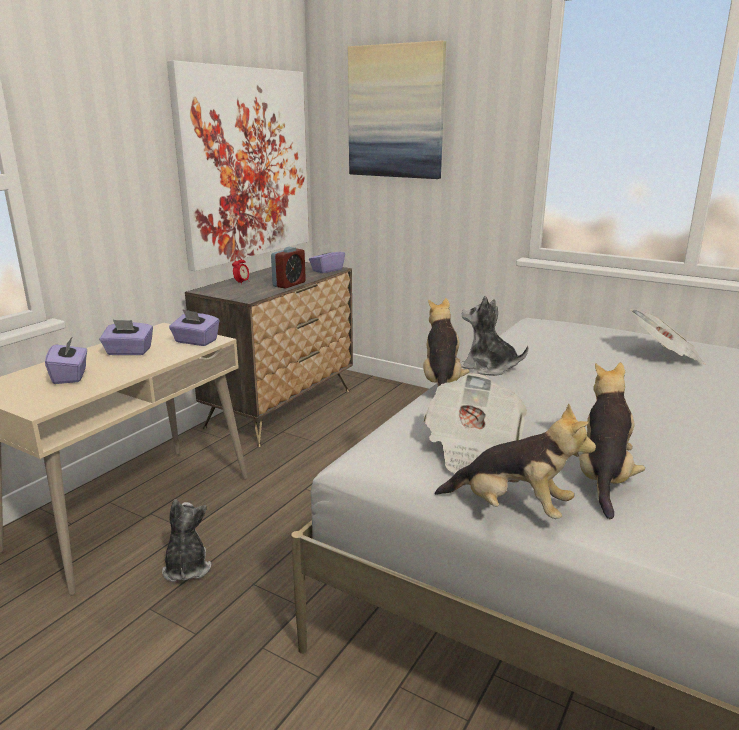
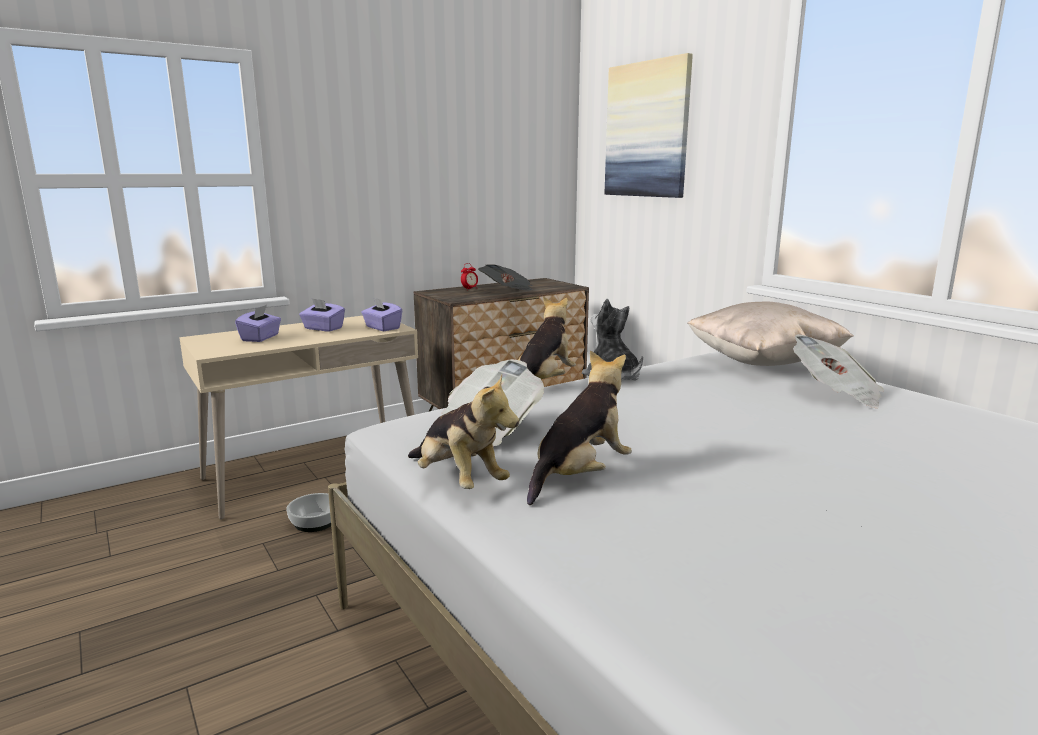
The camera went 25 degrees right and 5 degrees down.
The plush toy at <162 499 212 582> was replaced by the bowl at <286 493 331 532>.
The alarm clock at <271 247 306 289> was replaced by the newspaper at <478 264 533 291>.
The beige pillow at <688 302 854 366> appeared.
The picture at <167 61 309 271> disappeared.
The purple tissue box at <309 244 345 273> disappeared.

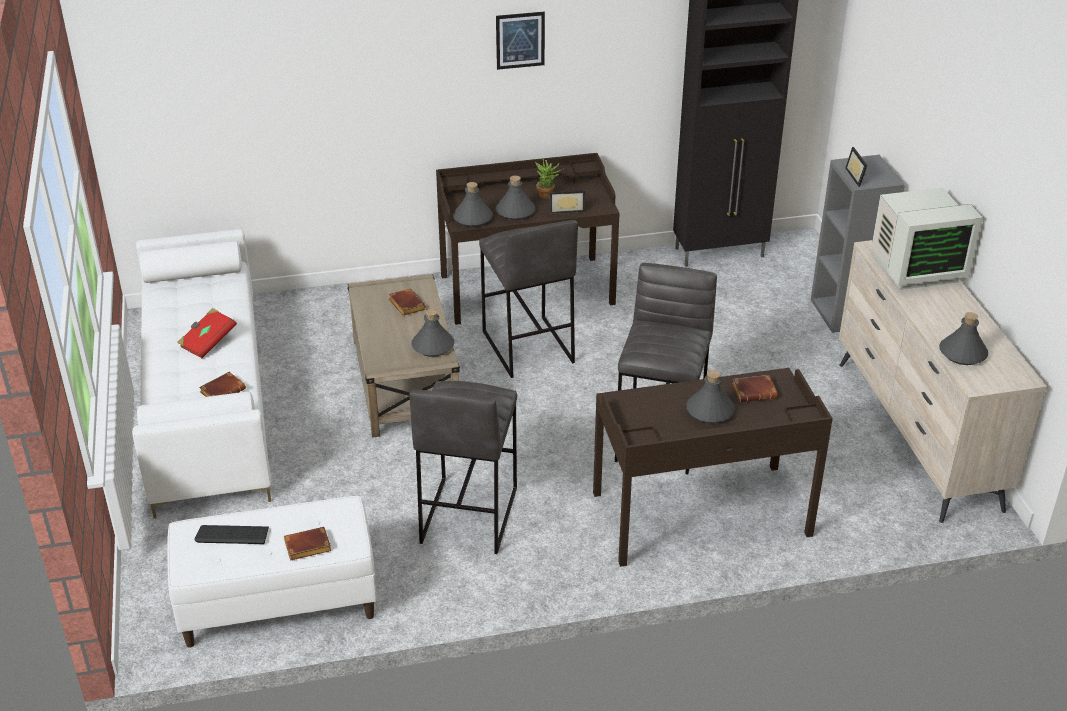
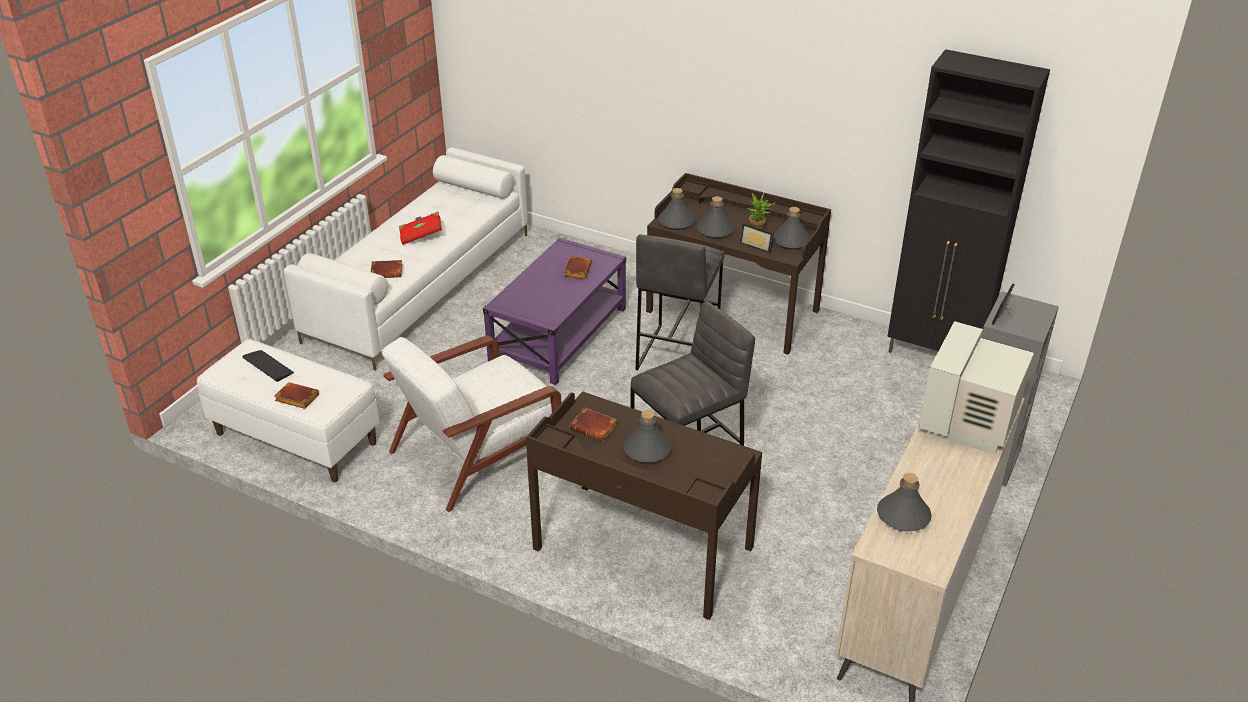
The camera went 40 degrees right and 0 degrees up.
The grey stool at <409 381 517 554> was replaced by the white armchair at <381 336 561 512>.
The beige coffee table at <347 274 460 437> became the purple coffee table at <483 238 626 385>.
The brown book moved from <732 375 778 402> to <570 407 617 441>.
The grey bottle moved from <411 309 454 357> to <773 207 810 250>.
The monitor at <872 188 983 290> turned 90 degrees clockwise.
The picture at <496 12 545 70> disappeared.

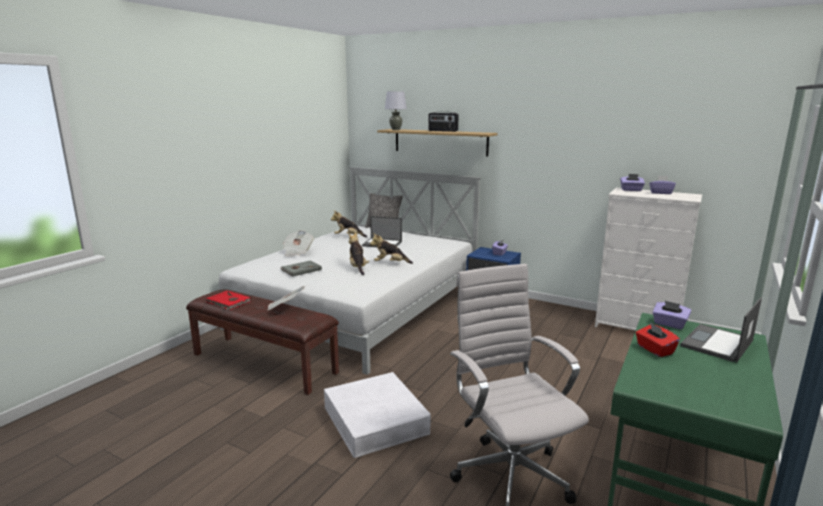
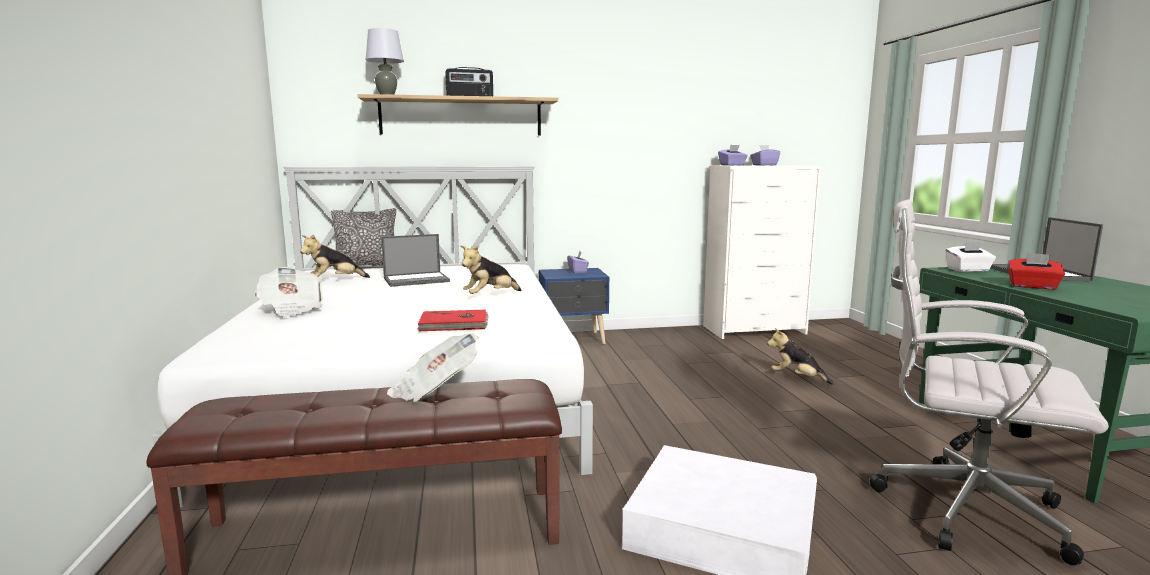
The camera went 40 degrees left and 5 degrees down.
The red book moved from <206 291 251 310> to <417 310 489 331>.
The plush toy moved from <349 233 369 275> to <767 328 834 385>.
The purple tissue box at <653 301 691 329> became the white tissue box at <945 241 996 272>.
The grey book at <280 261 322 277> disappeared.

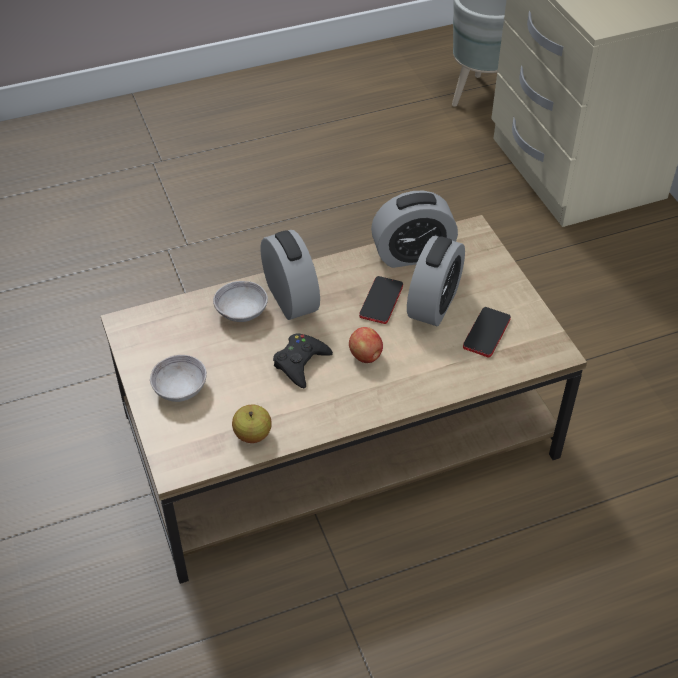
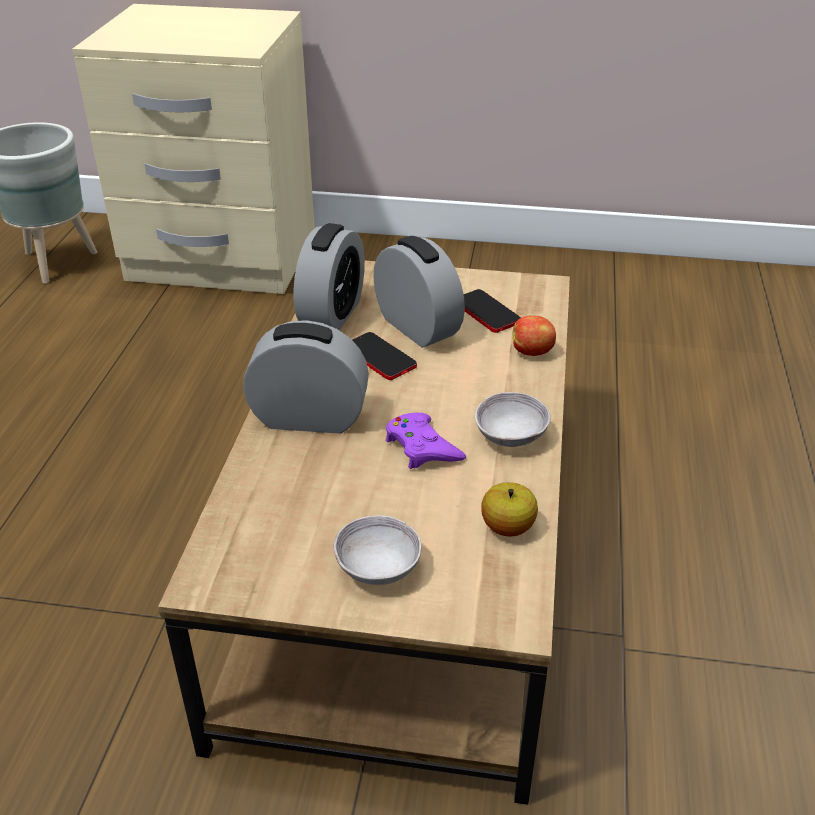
The camera went 60 degrees left and 10 degrees down.
The black game controller at <273 333 333 388> became the purple game controller at <386 412 466 469>.
The grey bowl moved from <213 281 268 322> to <475 392 550 447>.
The apple moved from <349 327 383 363> to <513 315 556 356>.

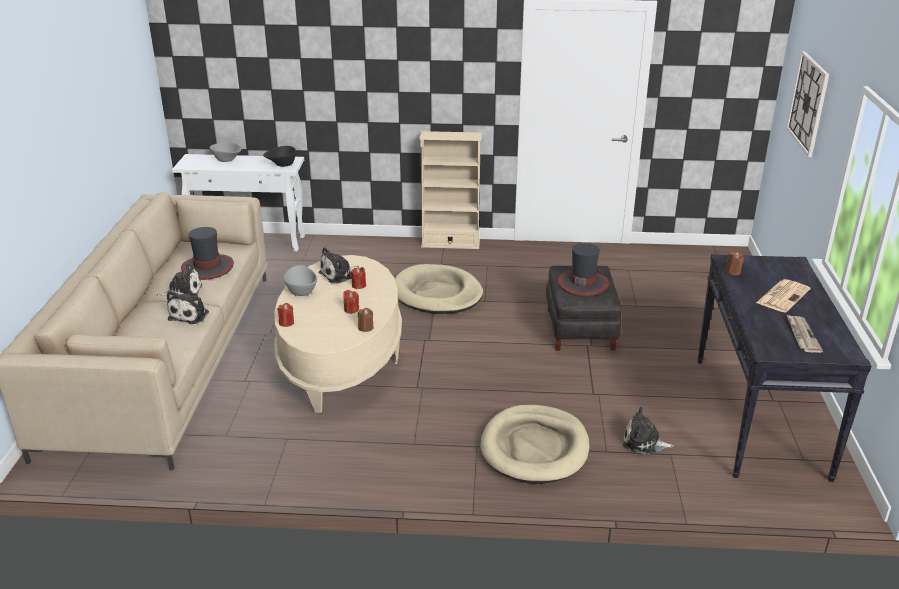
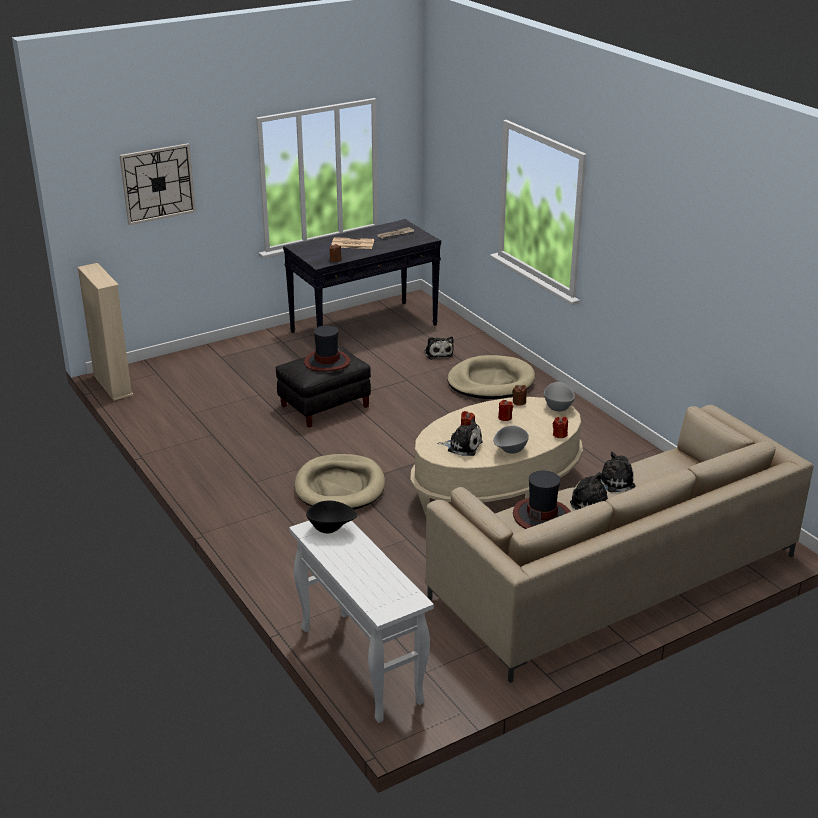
The camera went 125 degrees left and 0 degrees up.
The beige bookcase moved from <419 131 482 249> to <77 263 133 401>.
The grey bowl moved from <210 142 241 162> to <544 382 575 411>.

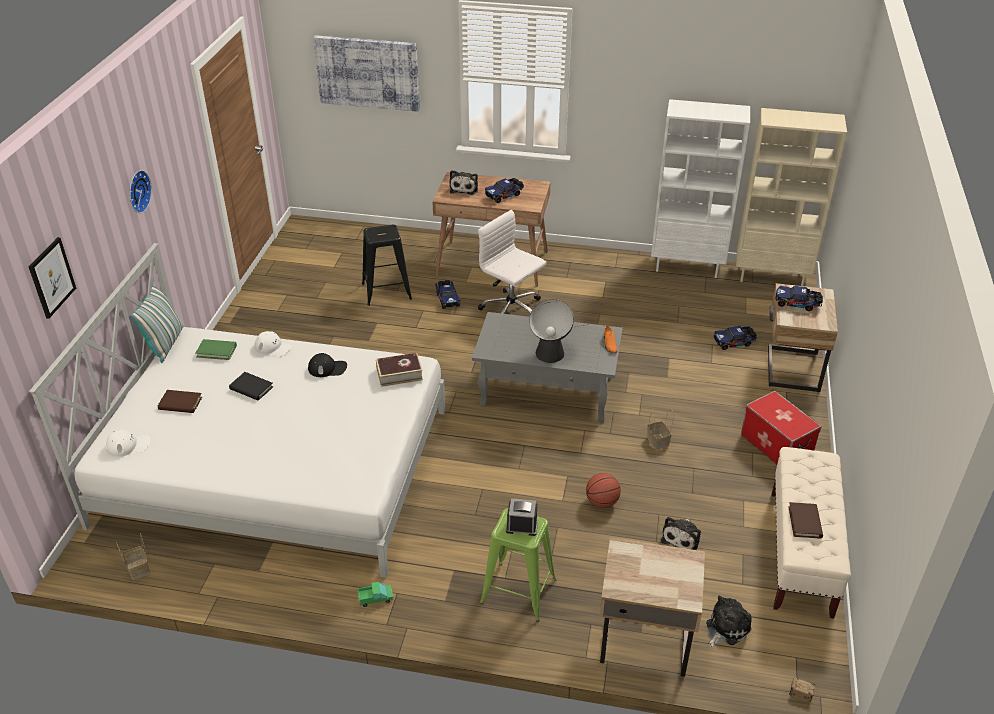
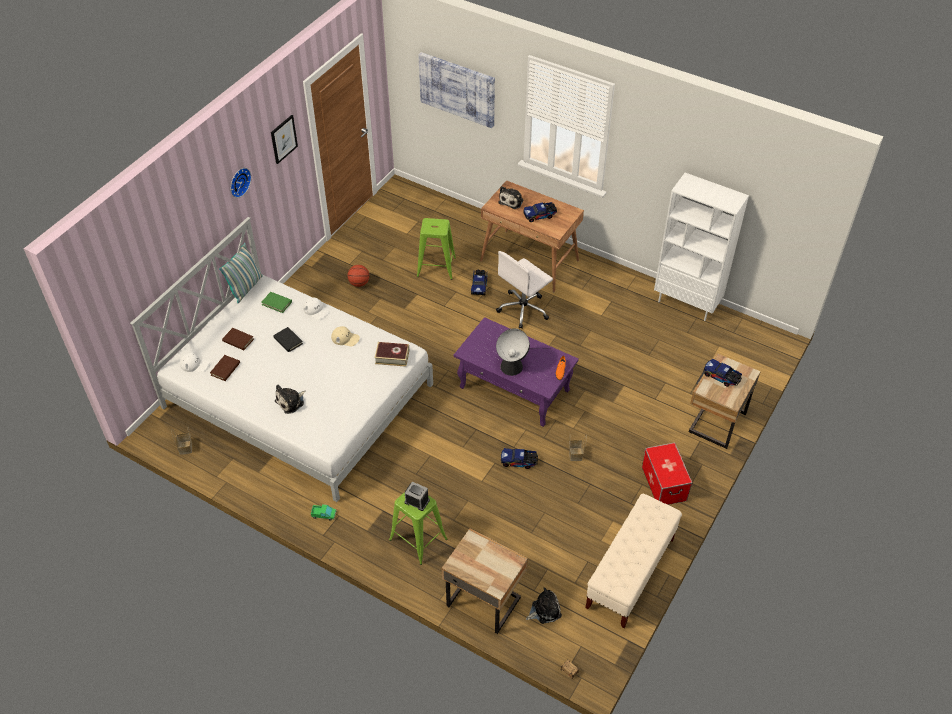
The camera went 20 degrees right and 10 degrees up.
The brown book moved from <788 502 823 538> to <210 355 240 381>.
The picture moved from <29 237 76 319> to <271 115 298 164>.
The plush toy moved from <661 517 701 550> to <275 384 305 414>.
The black cap at <308 353 347 377> became the beige cap at <331 326 360 346>.
The basketball moved from <586 473 621 508> to <347 265 370 287>.
The black stool at <362 225 412 306> became the green stool at <417 218 456 280>.
The grey coffee table at <472 312 623 422> became the purple coffee table at <454 317 579 427>.
The white office chair at <478 210 547 314> turned 105 degrees counterclockwise.
The toy truck moved from <714 326 757 350> to <501 448 538 469>.
The beige bookcase at <736 108 847 286> disappeared.

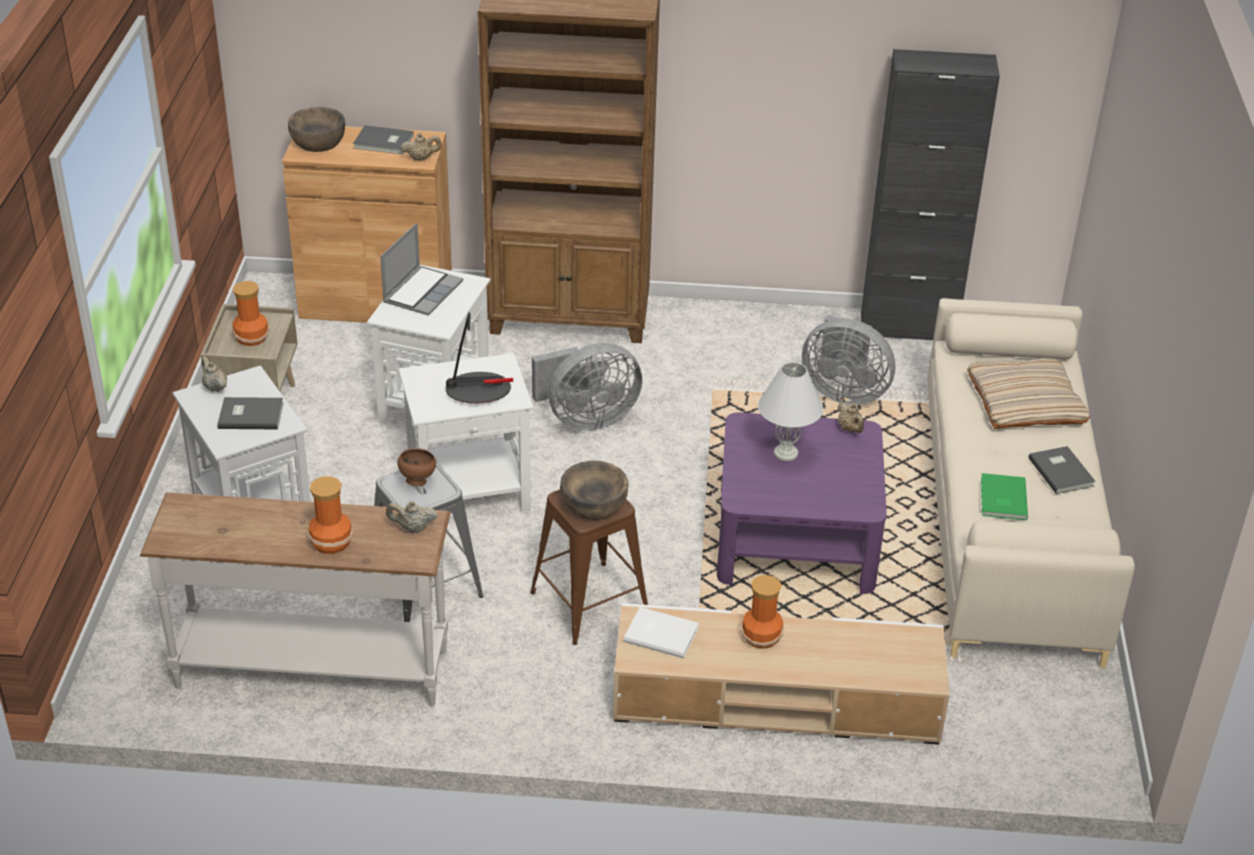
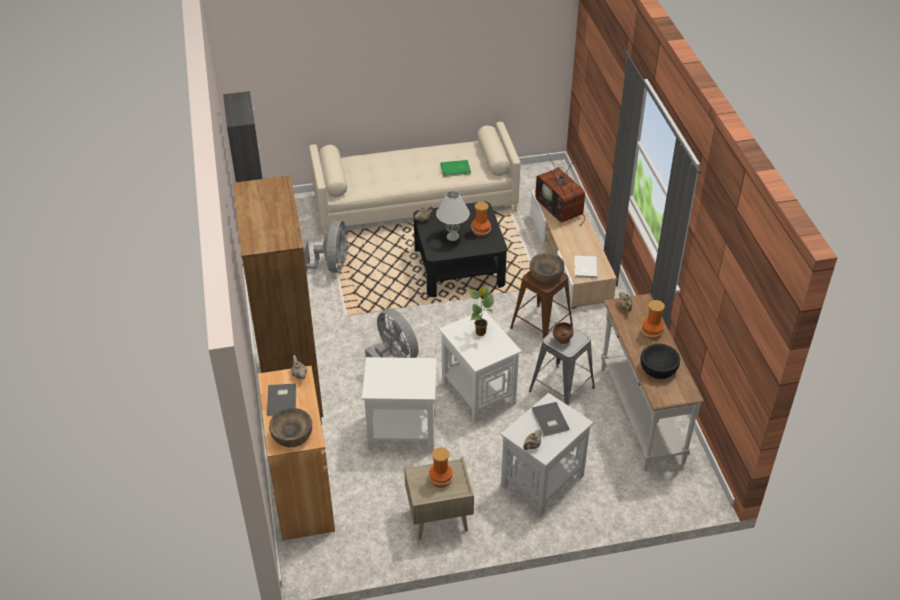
The camera went 105 degrees left and 5 degrees up.
The purple coffee table at <717 413 887 594> became the black coffee table at <413 201 507 297>.
The table lamp at <446 312 514 404> was replaced by the potted plant at <469 285 494 336>.
The vase moved from <741 575 784 649> to <471 202 491 237>.
The television at <535 154 585 226> appeared.
The black bowl at <640 344 680 379> appeared.
The laptop at <380 223 463 316> disappeared.
The beige pillow at <967 358 1090 429> disappeared.
The grey book at <1028 446 1096 494> disappeared.

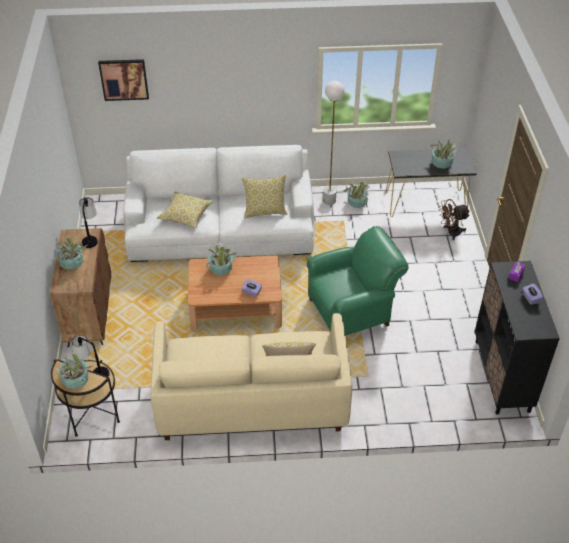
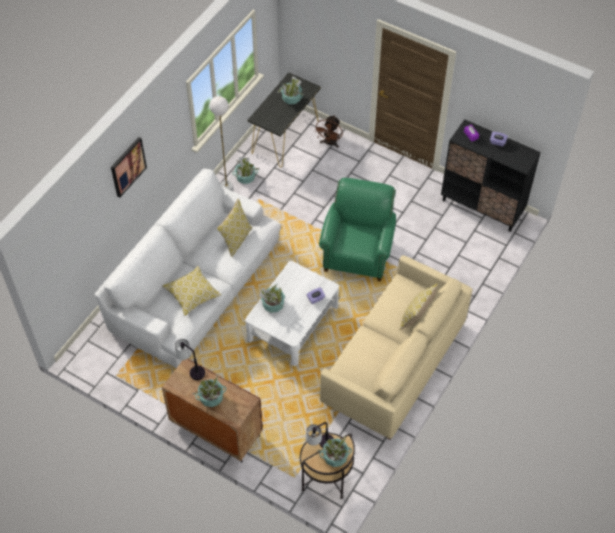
The camera went 55 degrees left and 10 degrees up.
The picture moved from <98 59 149 101> to <111 137 147 198>.
The brown coffee table at <188 256 282 332> became the white coffee table at <245 261 339 366>.

